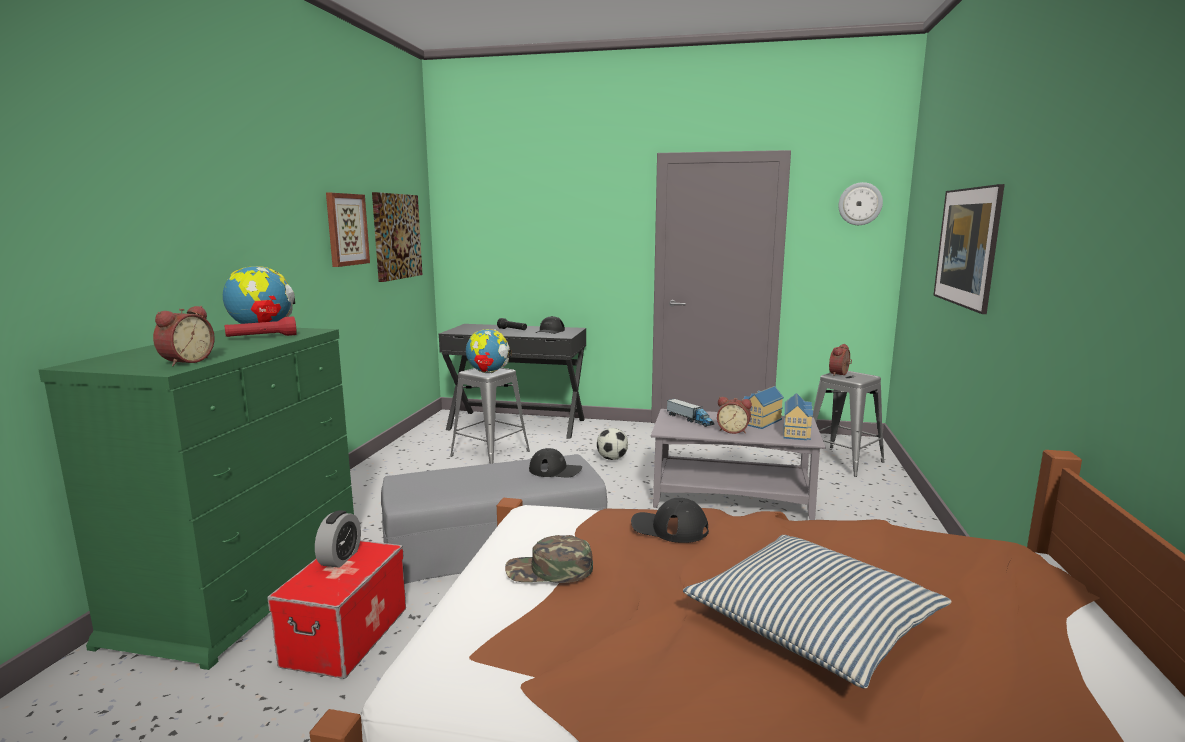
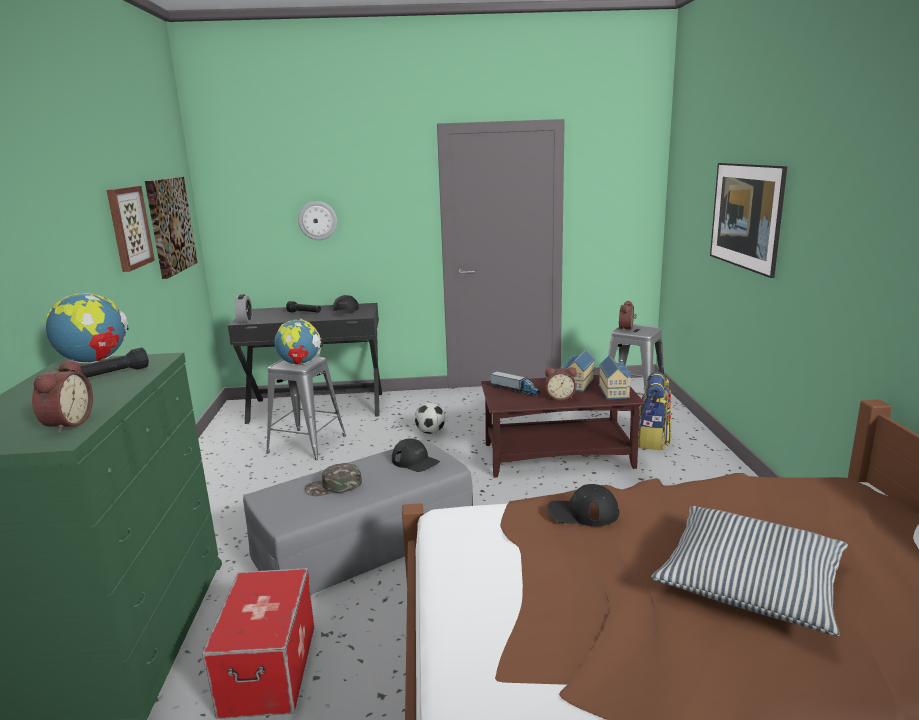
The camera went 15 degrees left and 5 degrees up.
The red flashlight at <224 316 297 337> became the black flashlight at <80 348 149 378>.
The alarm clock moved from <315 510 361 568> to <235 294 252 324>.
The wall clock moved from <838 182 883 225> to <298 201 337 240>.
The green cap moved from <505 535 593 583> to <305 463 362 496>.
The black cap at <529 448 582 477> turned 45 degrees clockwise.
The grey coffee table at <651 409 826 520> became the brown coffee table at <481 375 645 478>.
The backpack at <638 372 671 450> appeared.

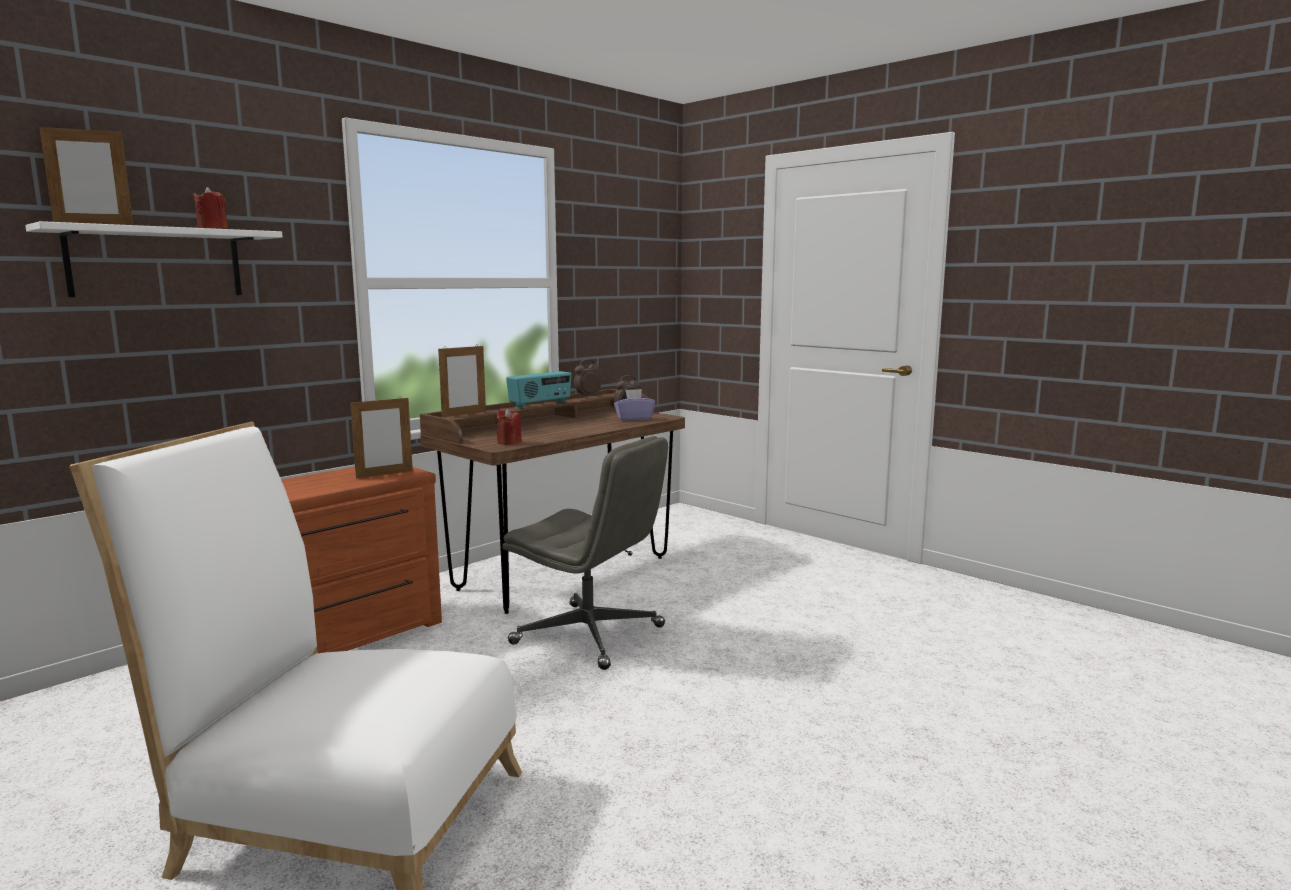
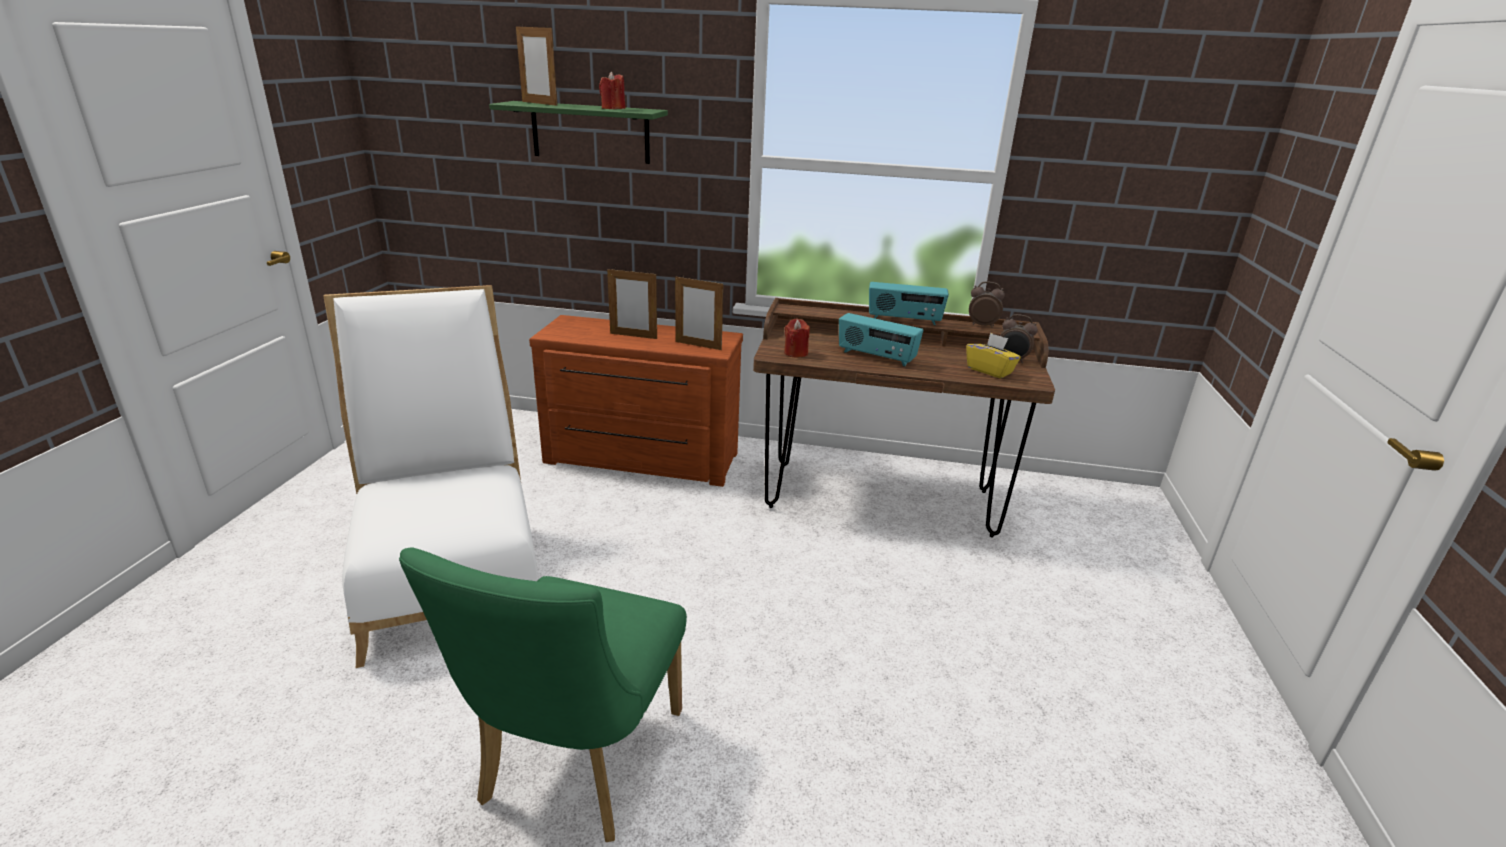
The camera went 55 degrees right and 15 degrees up.
The green chair at <399 547 687 842> appeared.
The white shelf at <25 221 283 297> became the green shelf at <489 101 668 164>.
The picture frame moved from <438 344 486 417> to <607 267 657 339>.
The radio at <839 313 923 366> appeared.
The purple tissue box at <614 389 655 421> became the yellow tissue box at <966 333 1021 379>.
The grey office chair at <502 436 668 670> disappeared.

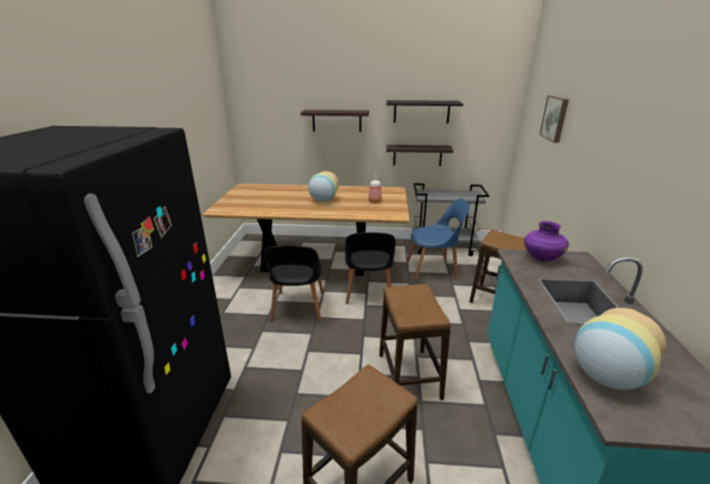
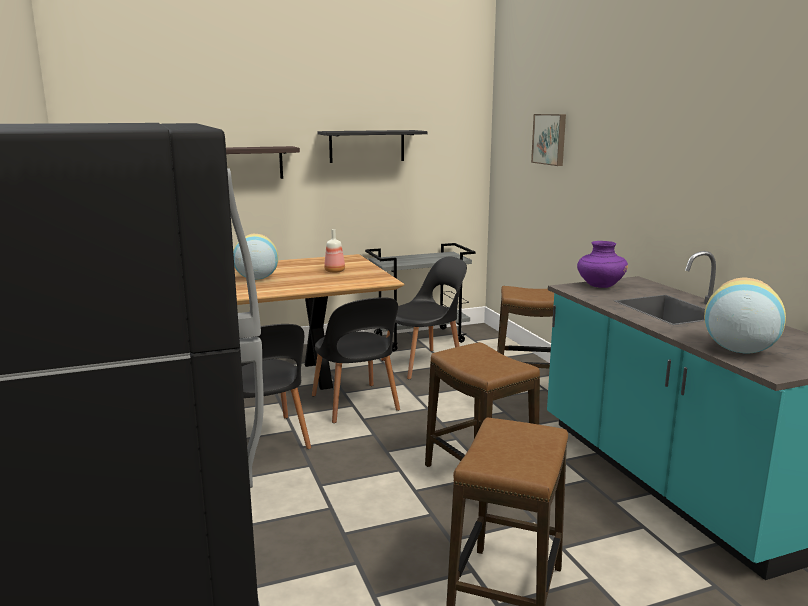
The camera went 25 degrees left and 10 degrees down.
The blue chair at <407 199 470 280> became the black chair at <381 257 467 379>.
The shelf at <386 145 454 166> disappeared.

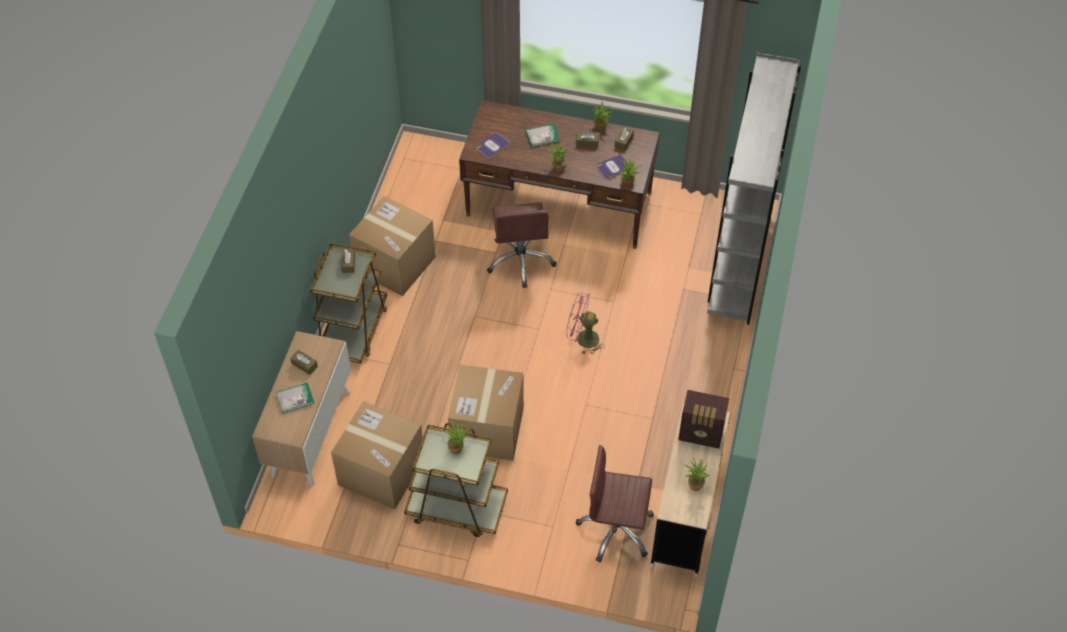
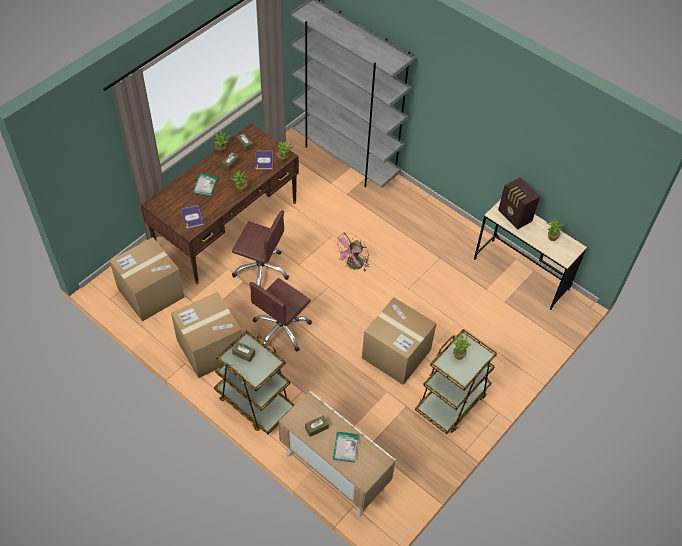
The camera went 65 degrees left and 0 degrees up.
The cardboard box moved from <331 401 423 509> to <109 237 184 322>.
The brown office chair moved from <576 445 654 562> to <249 278 312 352>.
The radio at <678 390 729 449> turned 105 degrees clockwise.

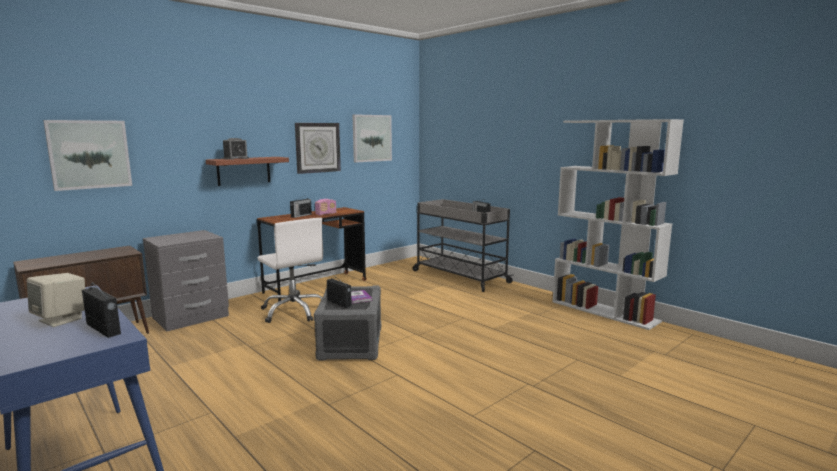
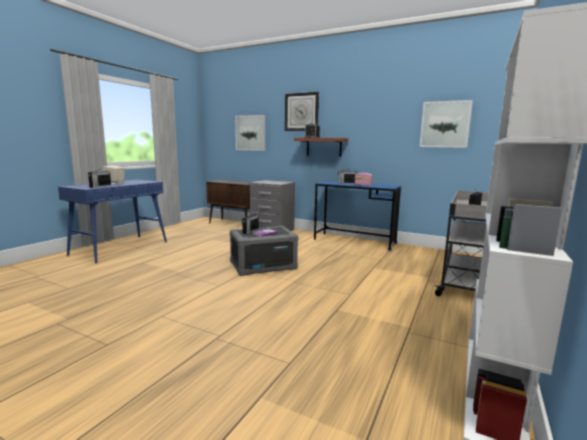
The camera went 70 degrees right and 0 degrees up.
The wall clock moved from <295 123 341 174> to <285 92 319 131>.
The brown desk at <257 207 367 302> became the blue desk at <314 181 401 251>.
The white office chair at <258 218 323 323> disappeared.

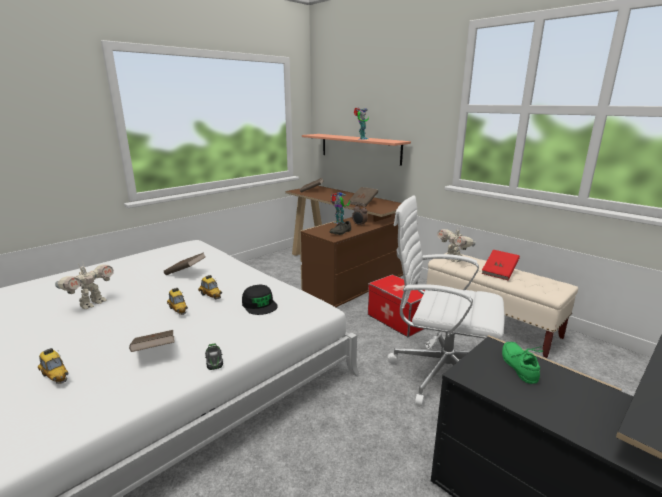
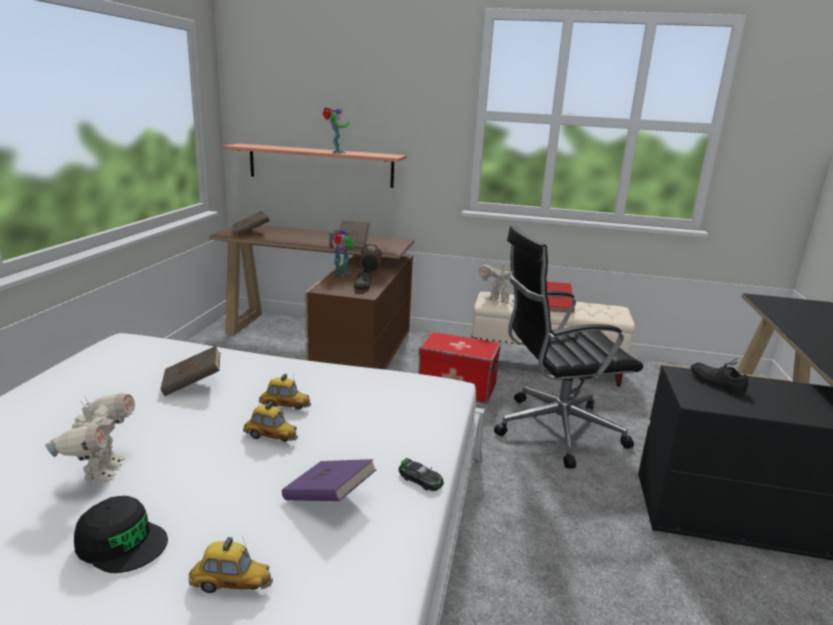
The camera went 35 degrees left and 0 degrees up.
The black cap moved from <242 284 278 315> to <74 496 168 573>.
The brown book at <129 330 174 352> became the purple book at <282 459 377 501>.
The white office chair at <388 196 505 406> became the black office chair at <494 225 643 469>.
The green shoe at <502 342 543 384> became the black shoe at <691 358 748 395>.

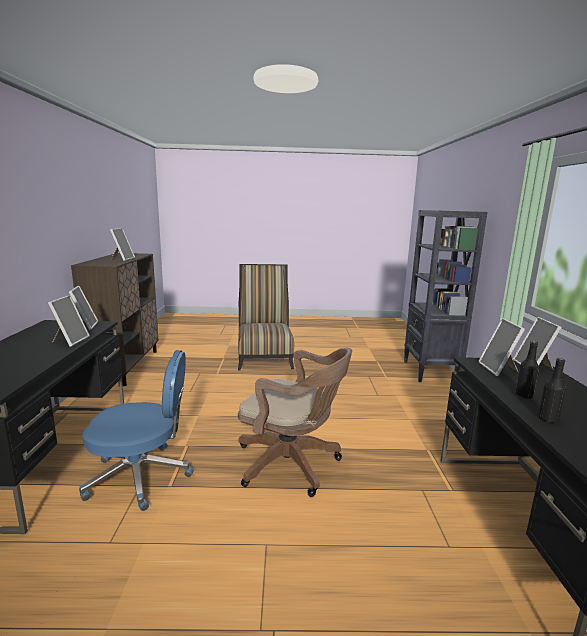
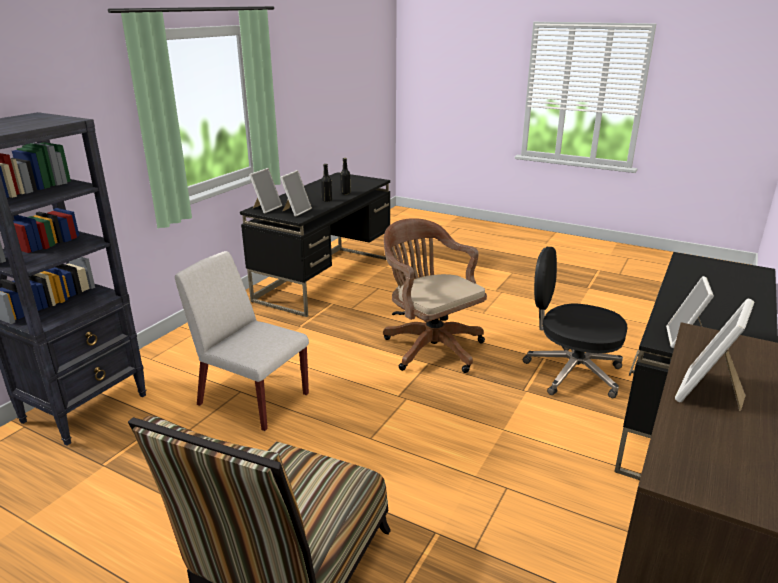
The camera went 150 degrees left and 10 degrees up.
The white chair at <175 251 309 431> appeared.
The blue office chair at <79 350 194 511> became the black office chair at <523 247 628 398>.
The picture frame at <48 295 90 347> disappeared.

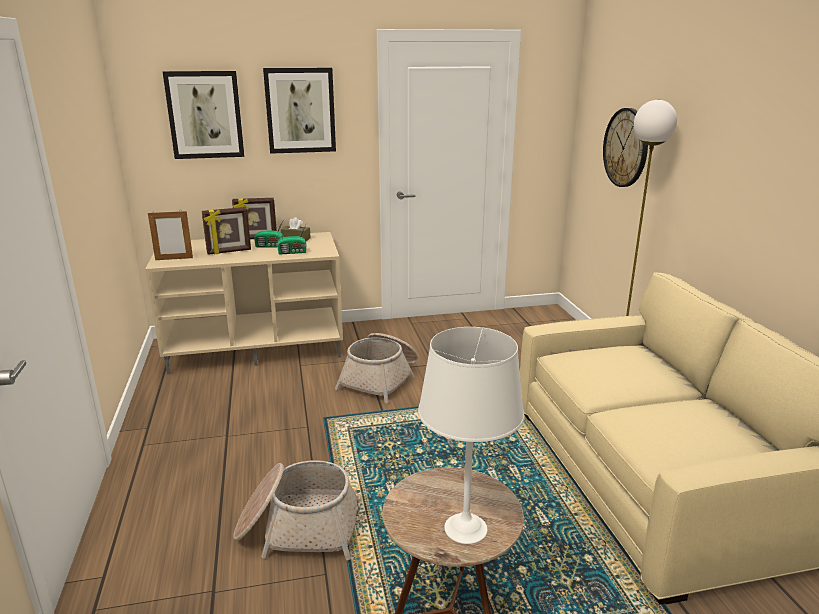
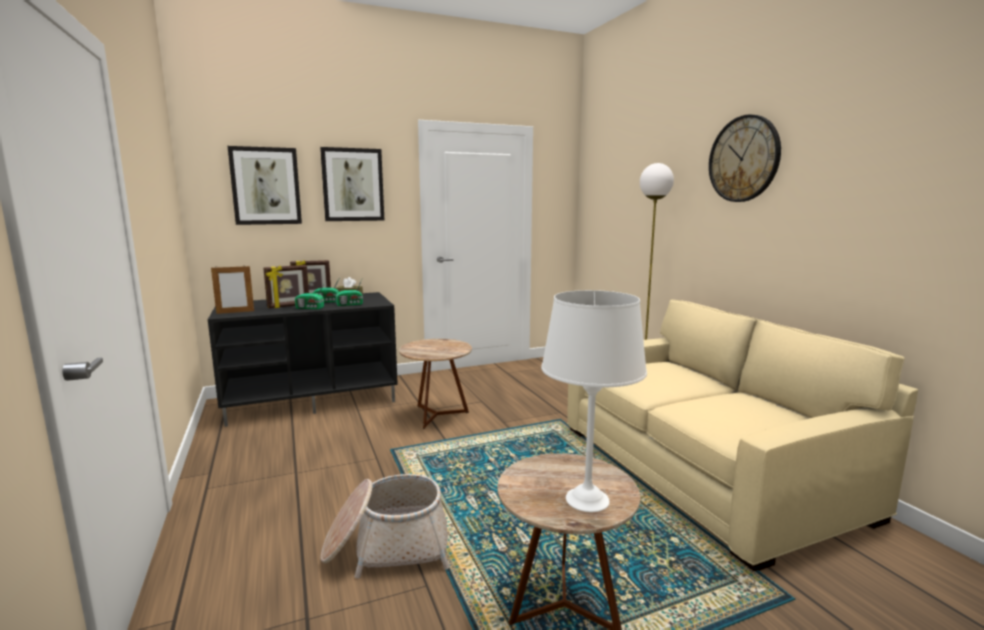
The camera went 10 degrees left and 10 degrees down.
The beige tv stand at <145 232 343 374> became the black tv stand at <208 292 398 427>.
The radio at <295 282 325 309> appeared.
The basket at <335 333 418 403> was replaced by the brown side table at <399 339 472 429>.
The wall clock moved from <603 108 648 187> to <709 114 781 202>.

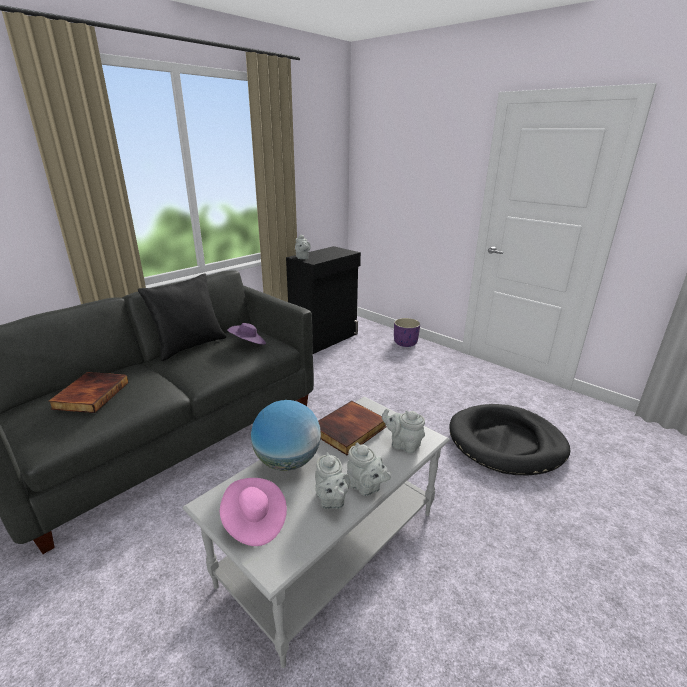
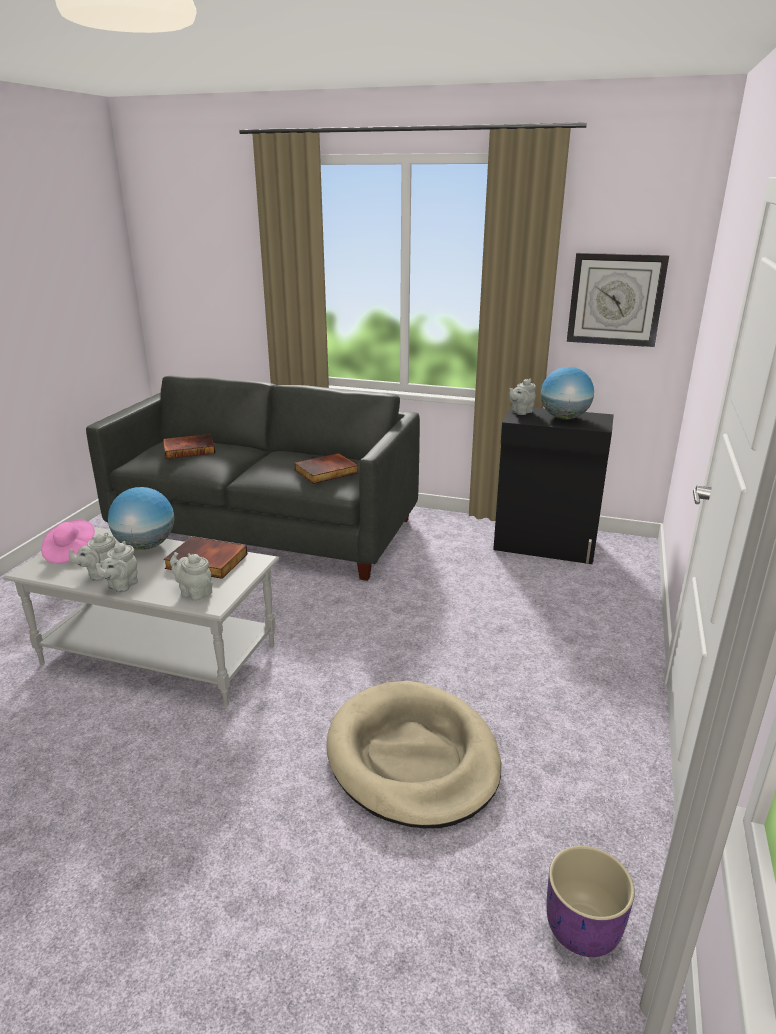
The camera went 65 degrees right and 0 degrees up.
The grey teapot at <382 408 425 453> turned 60 degrees counterclockwise.
The purple hat at <227 323 266 345> was replaced by the book at <294 453 359 484>.
The black dog bed at <450 404 570 475> became the beige dog bed at <326 681 501 828>.
The globe at <541 367 594 419> appeared.
The purple planter moved from <394 318 420 347> to <547 846 635 957>.
The wall clock at <567 253 669 347> appeared.
The black pillow at <138 274 226 361> disappeared.

